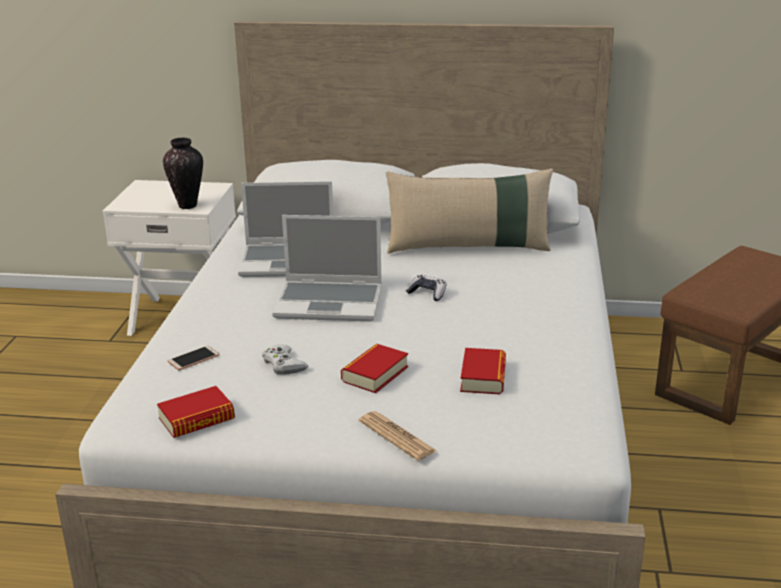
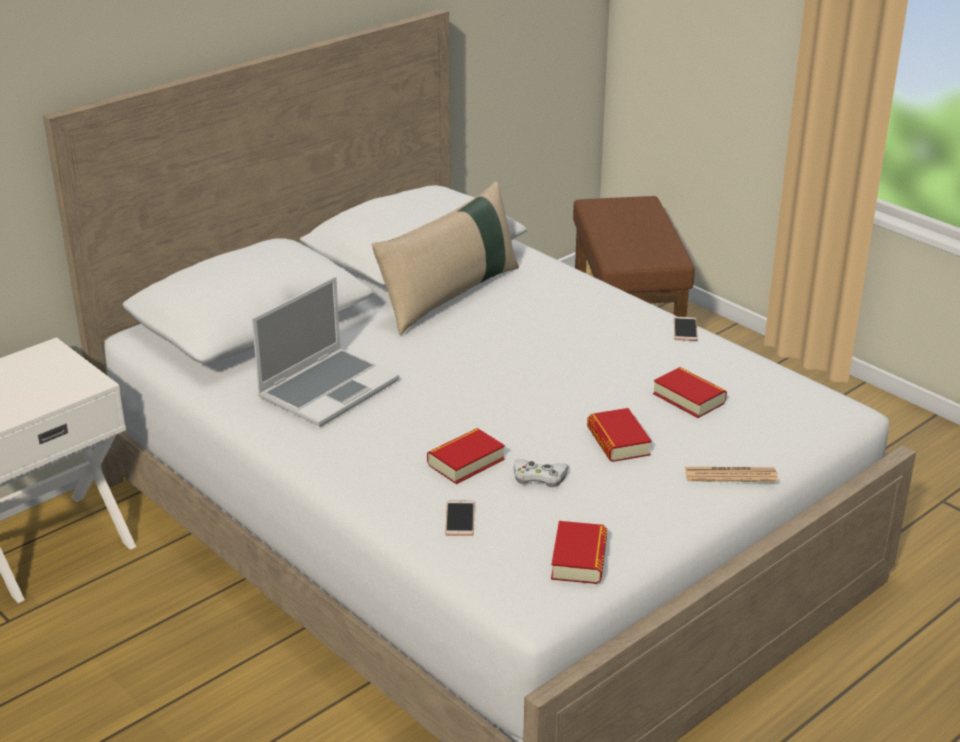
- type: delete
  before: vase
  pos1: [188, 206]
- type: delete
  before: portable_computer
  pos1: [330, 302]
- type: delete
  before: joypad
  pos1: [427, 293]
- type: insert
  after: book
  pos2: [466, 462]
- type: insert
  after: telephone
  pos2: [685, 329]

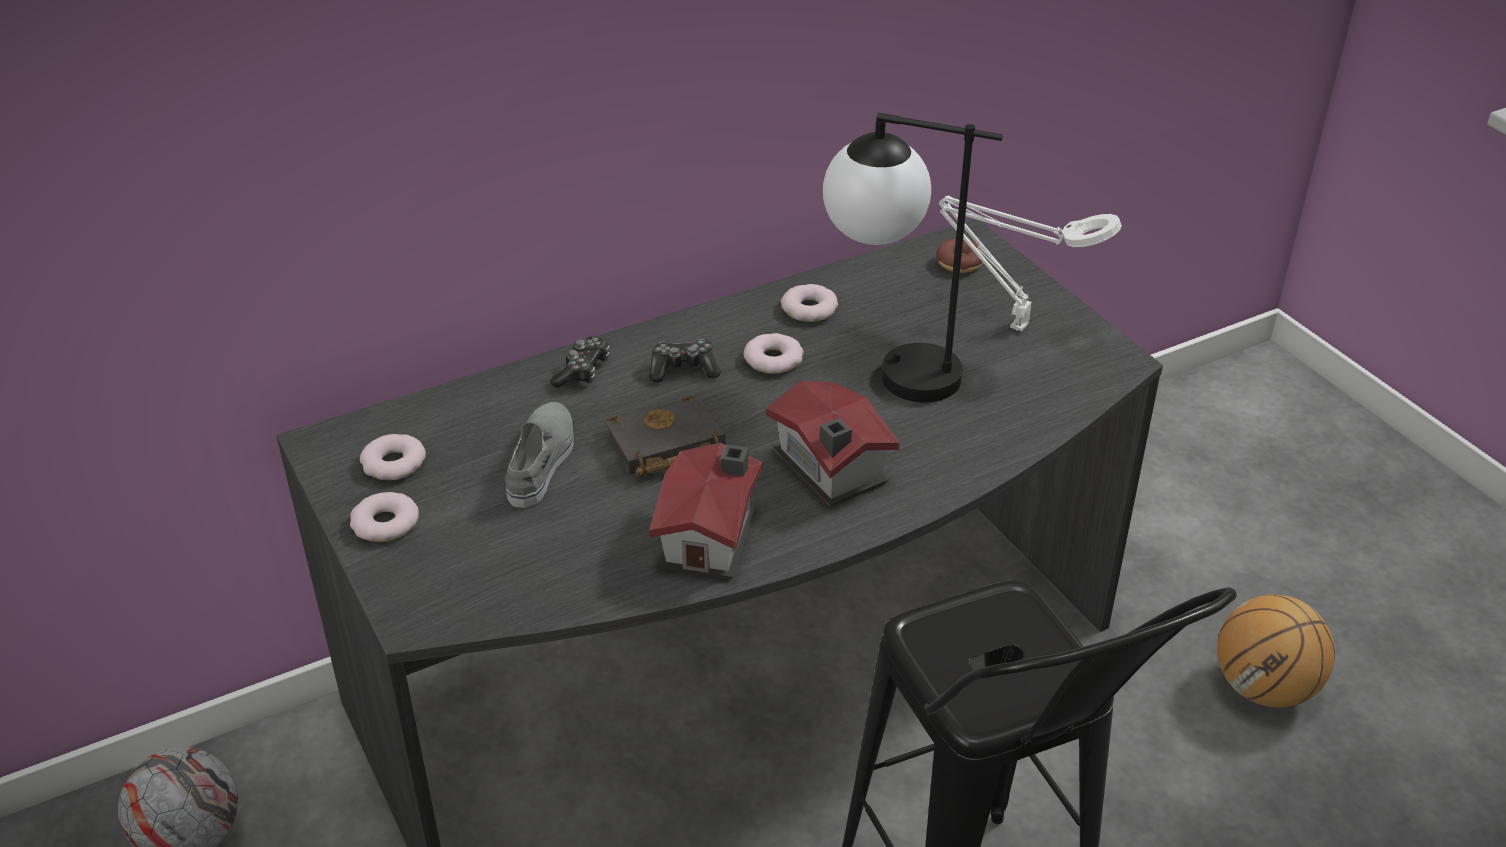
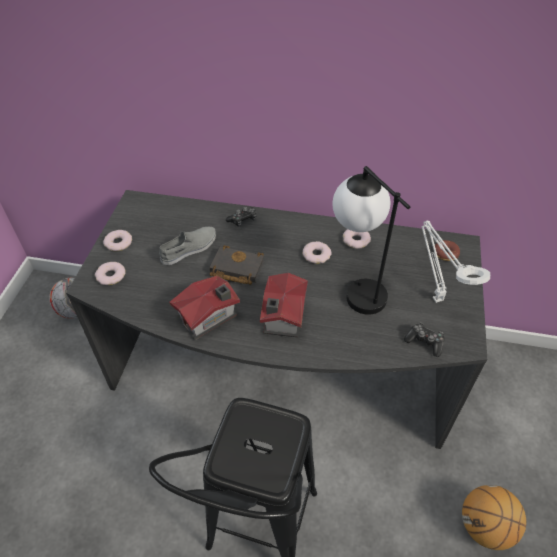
- type: move
  before: ring_doughnut
  pos1: [394, 463]
  pos2: [111, 276]
- type: move
  before: joypad
  pos1: [683, 369]
  pos2: [424, 342]

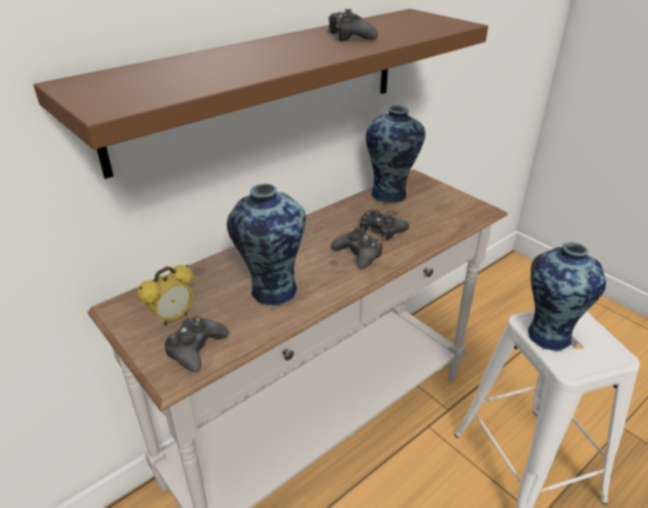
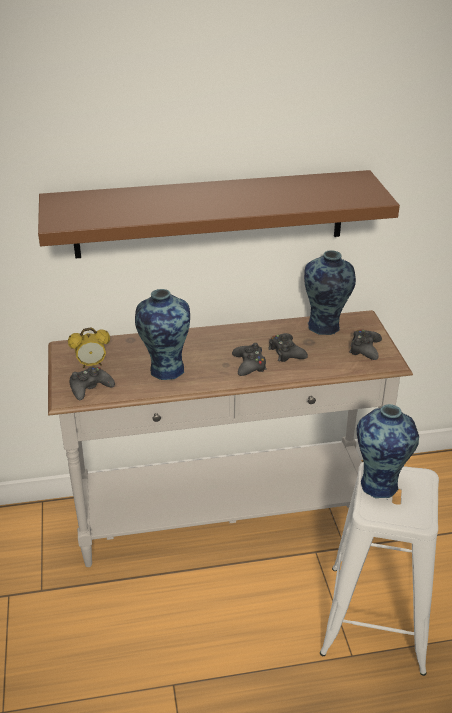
- type: move
  before: black-coloured_joypad
  pos1: [350, 36]
  pos2: [365, 349]

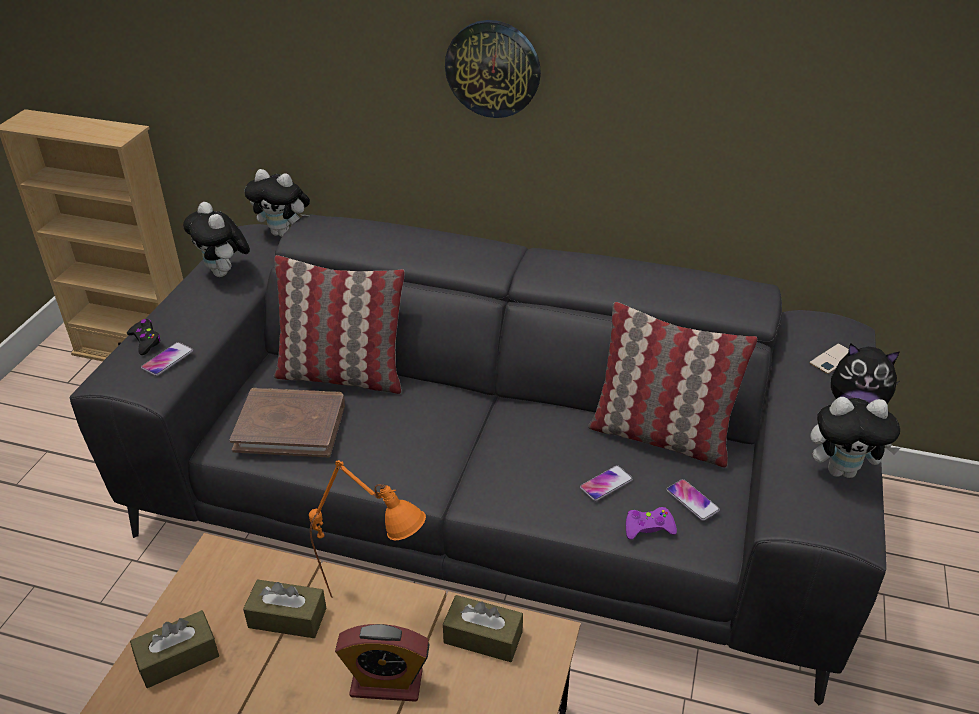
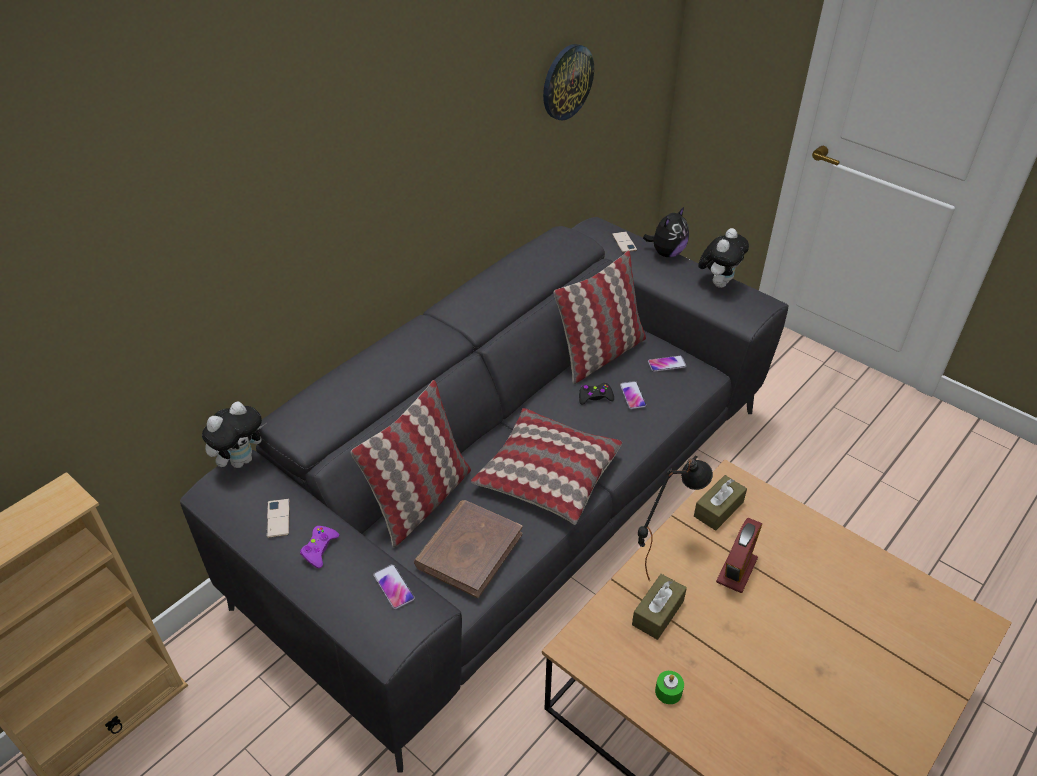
- type: insert
  after: pillow
  pos2: [547, 475]
- type: move
  before: black-coloured_joypad
  pos1: [145, 341]
  pos2: [595, 397]
- type: move
  before: wall_clock
  pos1: [493, 68]
  pos2: [567, 82]
- type: move
  before: purplish_joypad
  pos1: [648, 528]
  pos2: [319, 549]
- type: replace
  before: brownish_tissue_holder
  after: greenish_candle
  pos1: [178, 658]
  pos2: [668, 691]
- type: replace
  before: plush_toy
  after: telephone
  pos1: [224, 273]
  pos2: [278, 518]
- type: recolor
  before: orange_tabletop_lamp
  after: black-coloured_tabletop_lamp
  pos1: [375, 599]
  pos2: [662, 556]

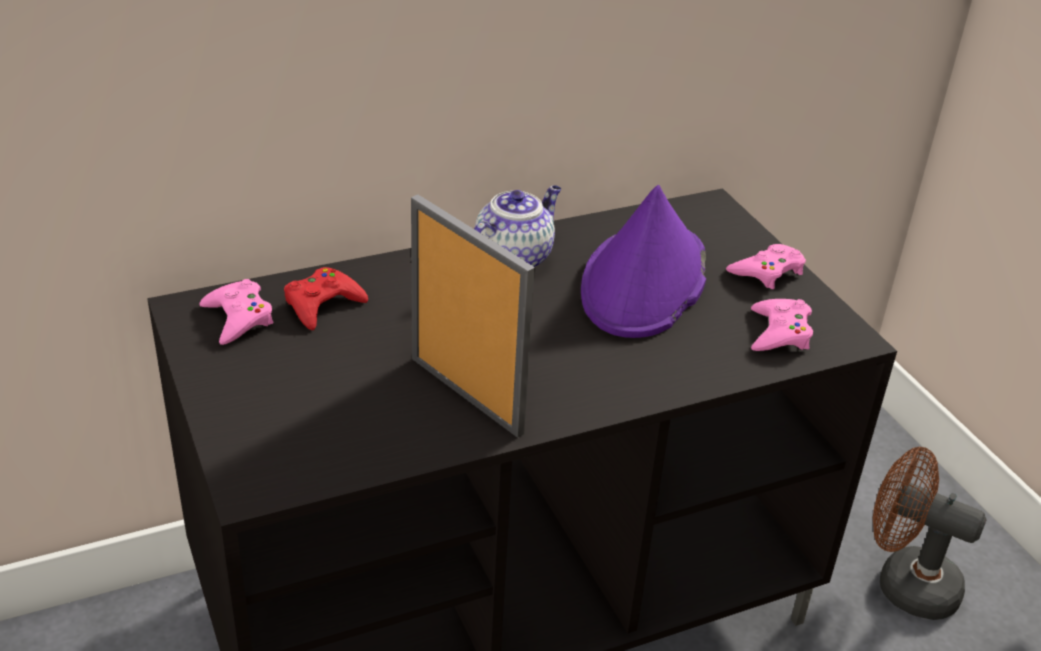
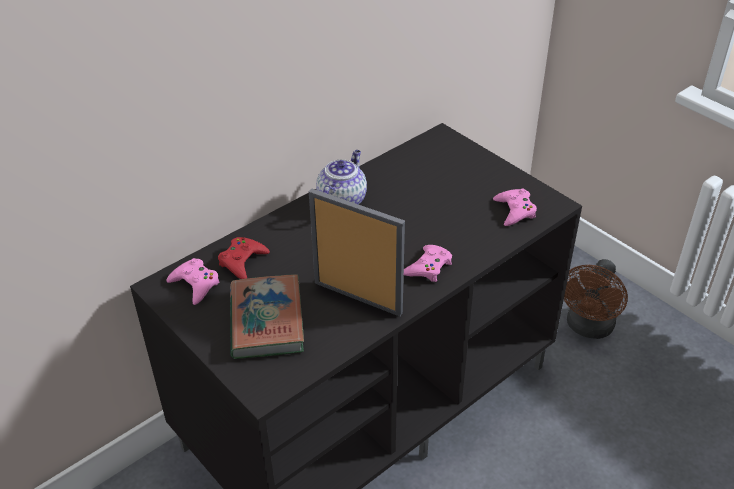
- type: delete
  before: purplish_clothing_hat
  pos1: [644, 282]
- type: insert
  after: book
  pos2: [266, 321]
- type: move
  before: pinkish_joypad
  pos1: [767, 271]
  pos2: [428, 267]
- type: rotate
  before: brownish_fan
  pos1: [904, 583]
  pos2: [588, 328]
  turn: -75

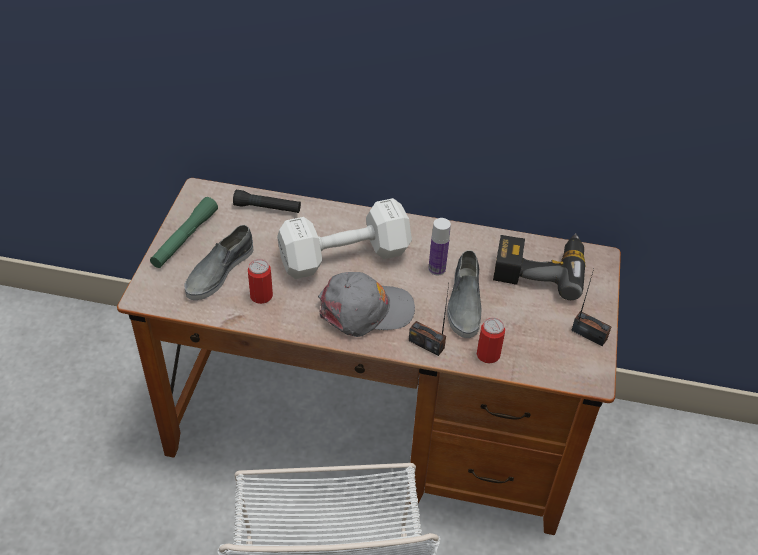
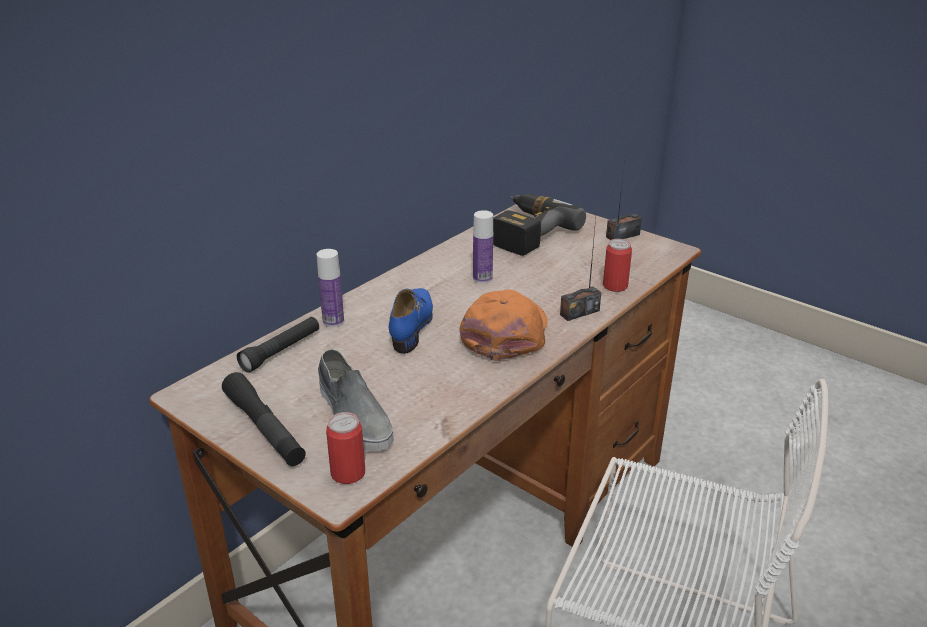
- type: delete
  before: grey_low_shoe
  pos1: [464, 303]
- type: insert
  after: bottle
  pos2: [333, 321]
- type: move
  before: can
  pos1: [261, 296]
  pos2: [348, 473]
- type: replace
  before: white_dumbbell
  after: blue-coloured_low_shoe
  pos1: [341, 256]
  pos2: [412, 325]
- type: recolor
  before: greenish_hand_torch
  after: black-coloured_hand_torch
  pos1: [185, 238]
  pos2: [264, 428]
- type: recolor
  before: grey_cap
  after: orange_cap
  pos1: [365, 310]
  pos2: [506, 333]

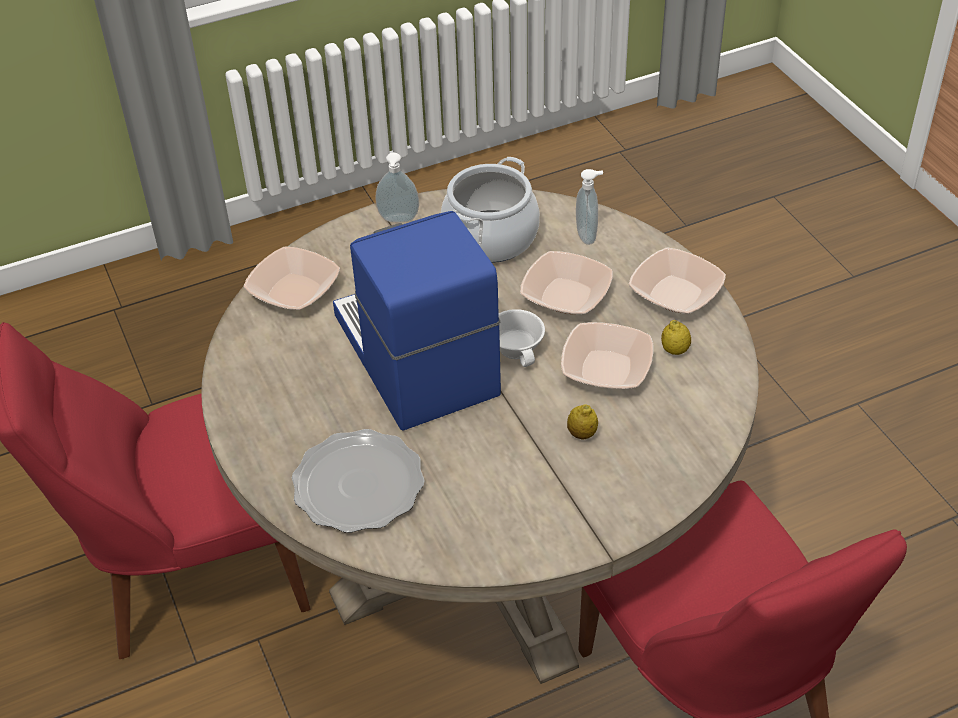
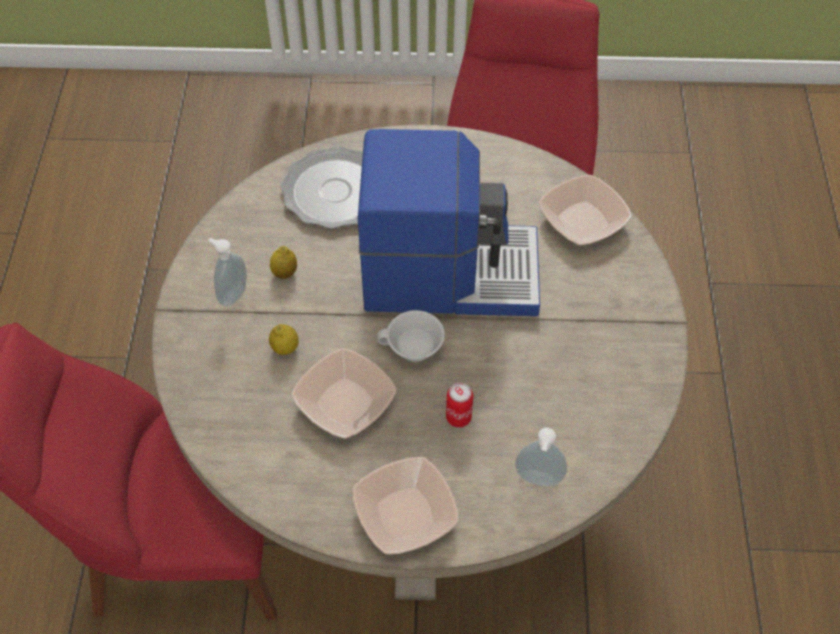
- type: delete
  before: saucepot
  pos1: [490, 237]
- type: move
  before: liquid_soap_bottle
  pos1: [398, 220]
  pos2: [232, 294]
- type: move
  before: citrus_fruit
  pos1: [675, 350]
  pos2: [285, 273]
- type: replace
  before: bowl
  after: can
  pos1: [566, 296]
  pos2: [458, 417]

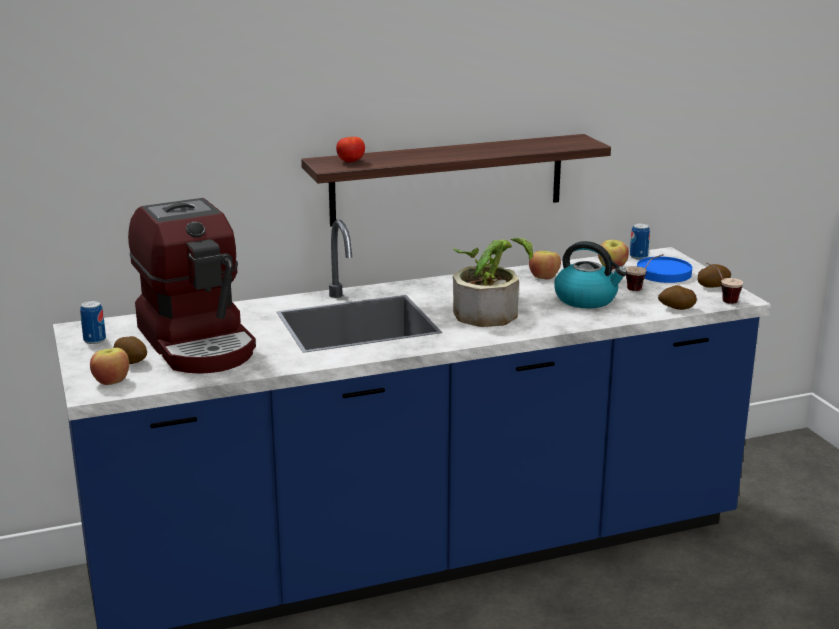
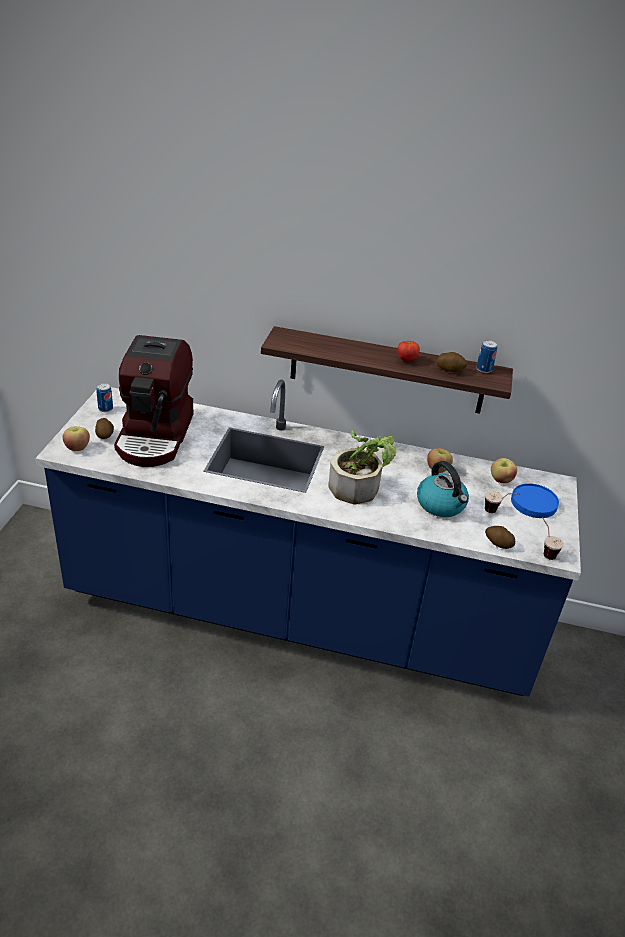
- type: move
  before: whole_tomato
  pos1: [351, 162]
  pos2: [406, 360]
- type: move
  before: can
  pos1: [638, 256]
  pos2: [484, 369]
- type: move
  before: potato
  pos1: [713, 286]
  pos2: [450, 369]

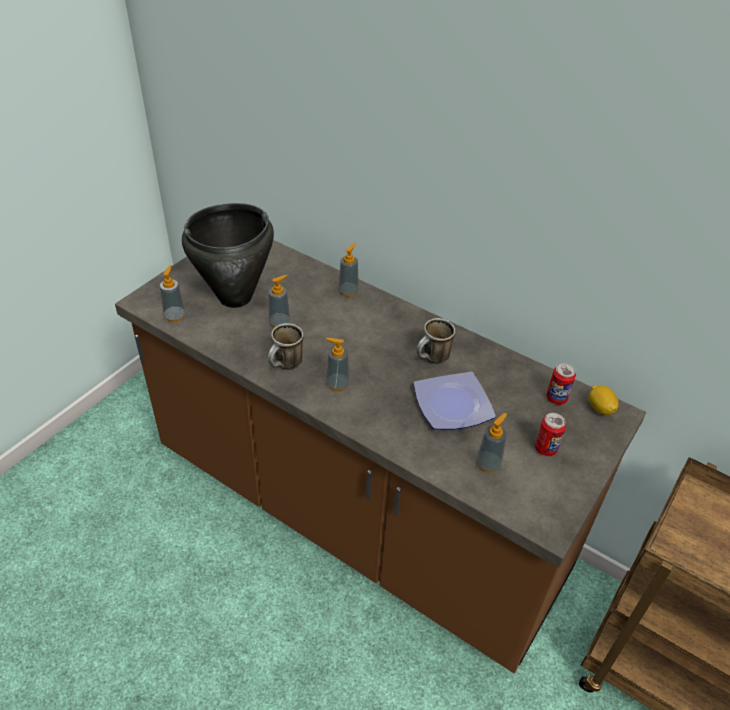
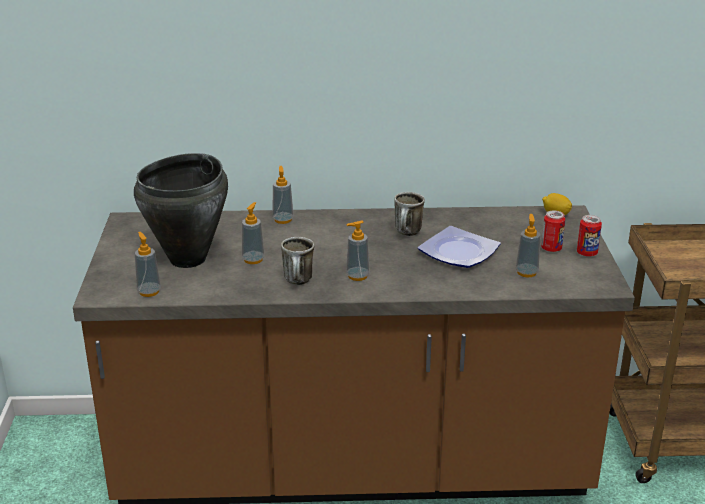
- type: move
  before: can
  pos1: [556, 398]
  pos2: [586, 253]

